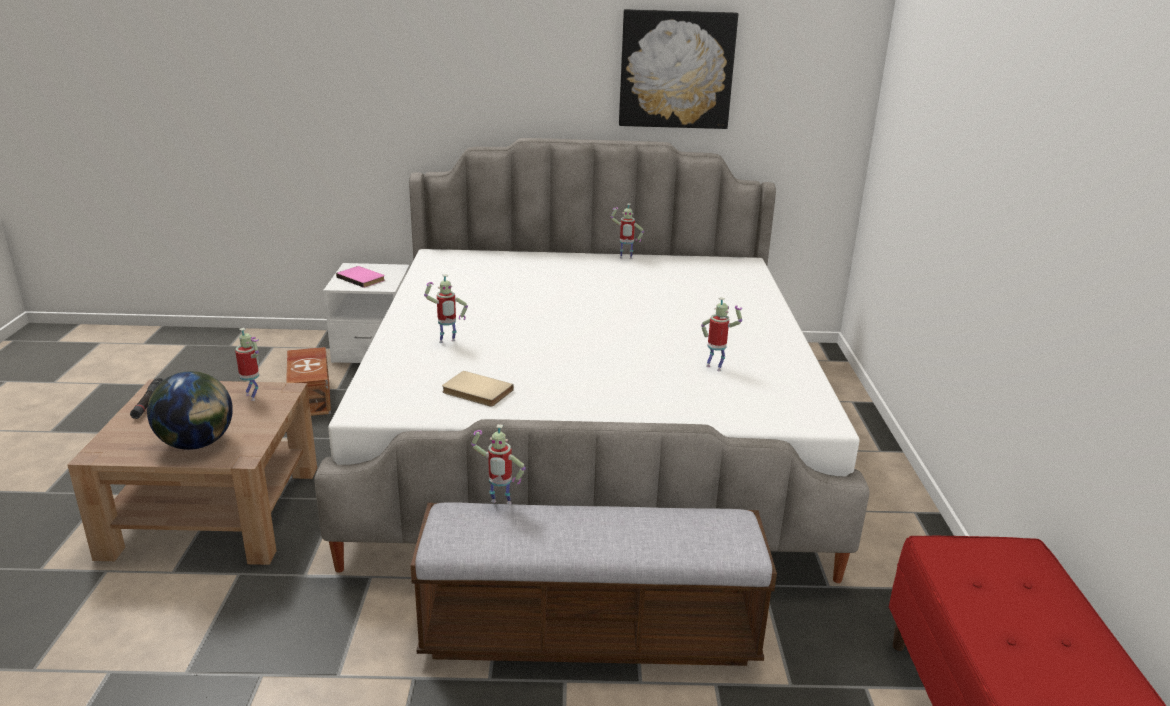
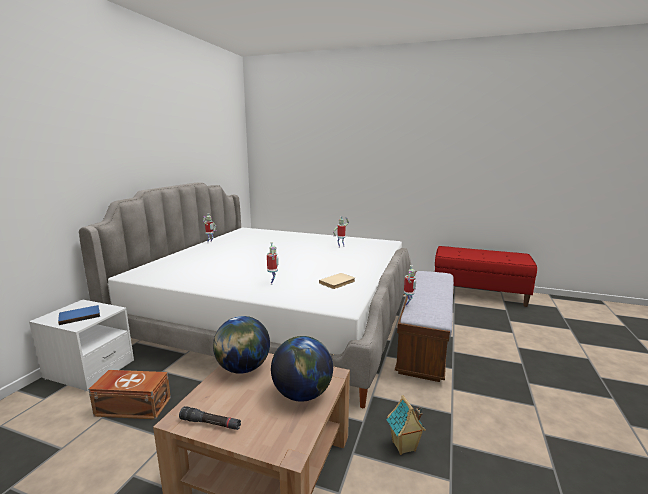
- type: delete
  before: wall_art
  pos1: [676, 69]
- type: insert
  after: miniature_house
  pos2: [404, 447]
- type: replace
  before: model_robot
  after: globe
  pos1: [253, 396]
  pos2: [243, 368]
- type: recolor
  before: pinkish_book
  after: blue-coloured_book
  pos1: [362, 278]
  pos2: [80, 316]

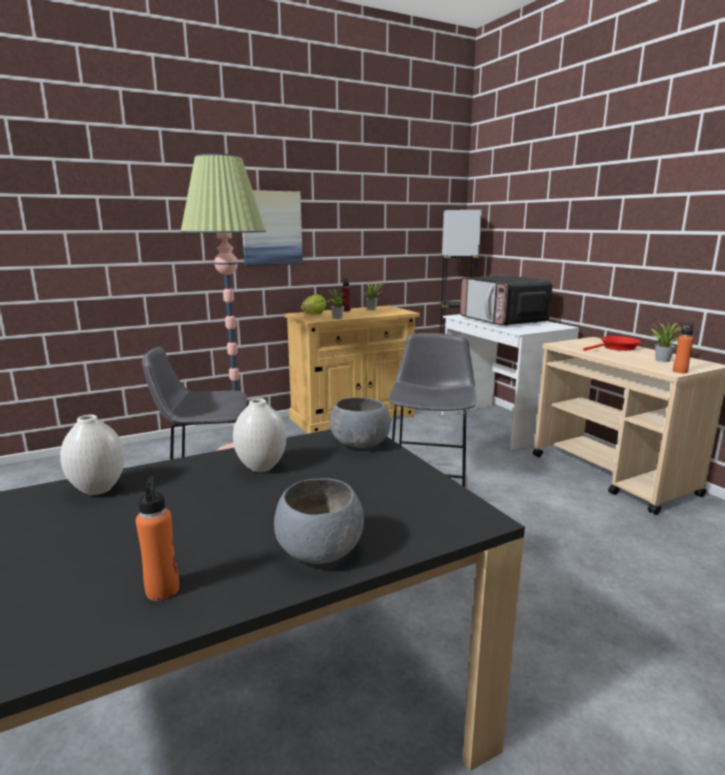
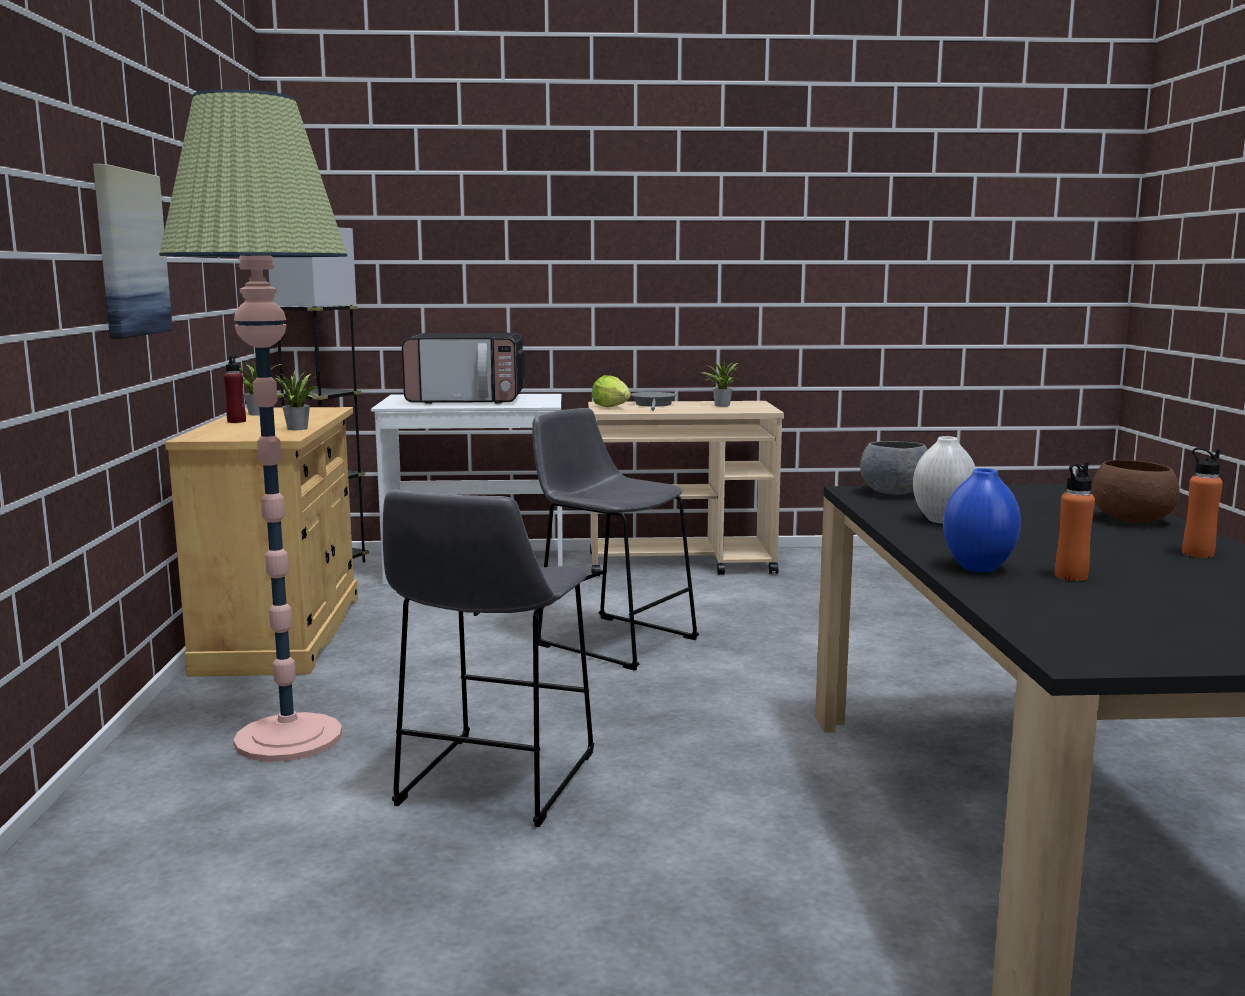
- type: move
  before: lettuce
  pos1: [314, 314]
  pos2: [611, 407]
- type: move
  before: orange_bottle
  pos1: [680, 371]
  pos2: [1070, 576]
- type: recolor
  before: white_vase
  after: blue-coloured_vase
  pos1: [97, 489]
  pos2: [978, 568]
- type: recolor
  before: grey_bowl
  after: brownish_bowl
  pos1: [319, 552]
  pos2: [1133, 520]
- type: recolor
  before: red_pan
  after: grey_pan
  pos1: [617, 348]
  pos2: [654, 405]

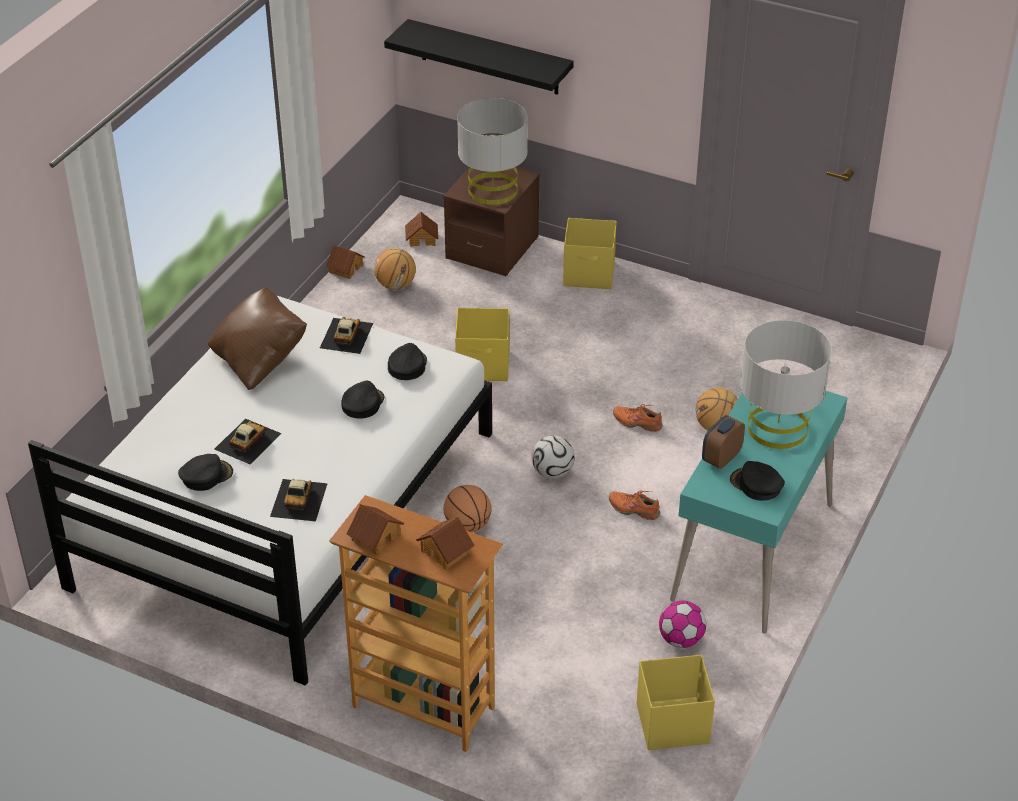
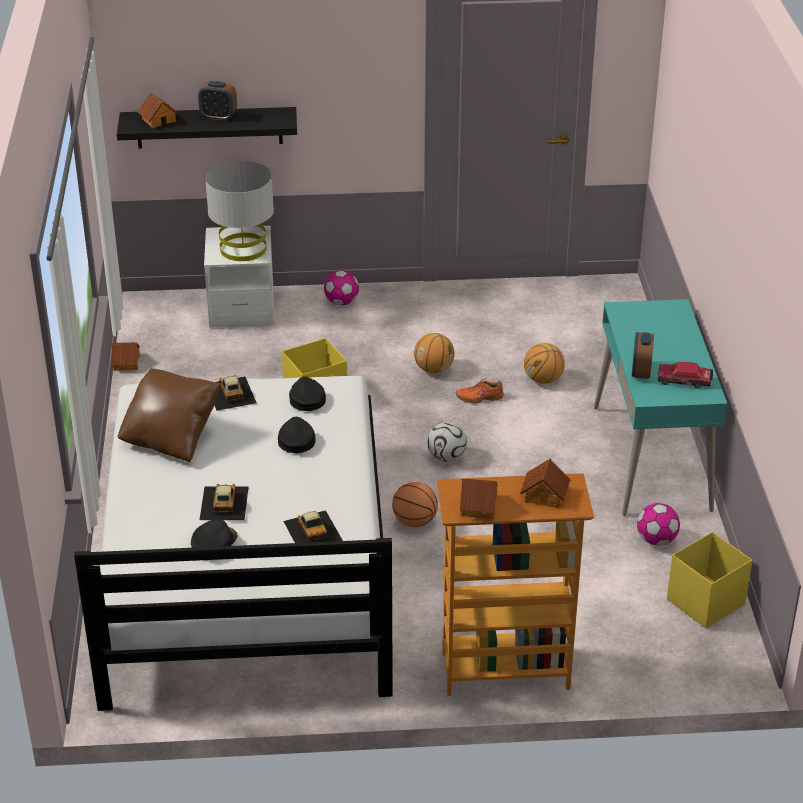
- type: delete
  before: orange_low_shoe
  pos1: [634, 509]
- type: delete
  before: grey_tabletop_lamp
  pos1: [777, 428]
- type: insert
  after: table_clock
  pos2: [218, 117]
- type: move
  before: basketball
  pos1: [396, 285]
  pos2: [434, 369]
- type: move
  before: miniature_house
  pos1: [422, 238]
  pos2: [158, 120]
- type: replace
  before: yellow_storage_box
  after: football_ball
  pos1: [589, 274]
  pos2: [341, 302]
- type: replace
  before: black-coloured_cap
  after: model_car
  pos1: [756, 485]
  pos2: [684, 380]
- type: recolor
  before: brownish_night_table
  after: white_night_table
  pos1: [492, 248]
  pos2: [242, 308]

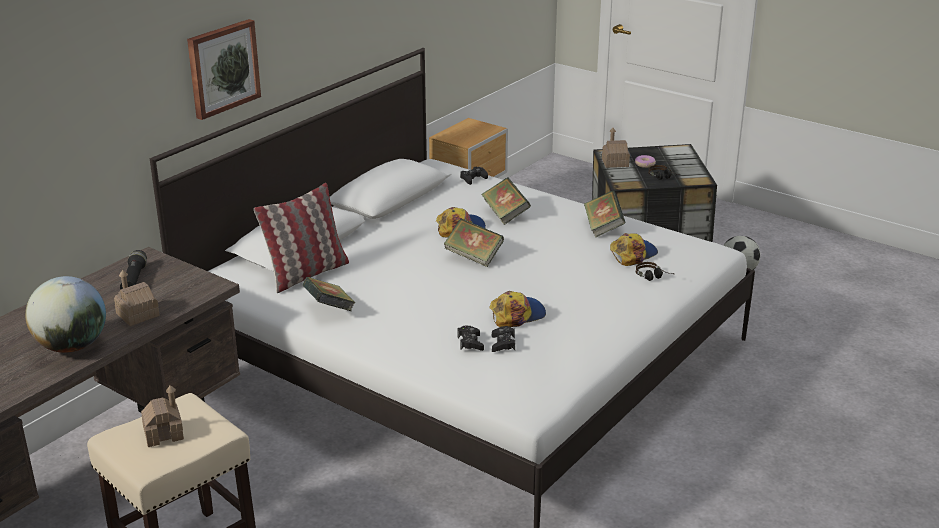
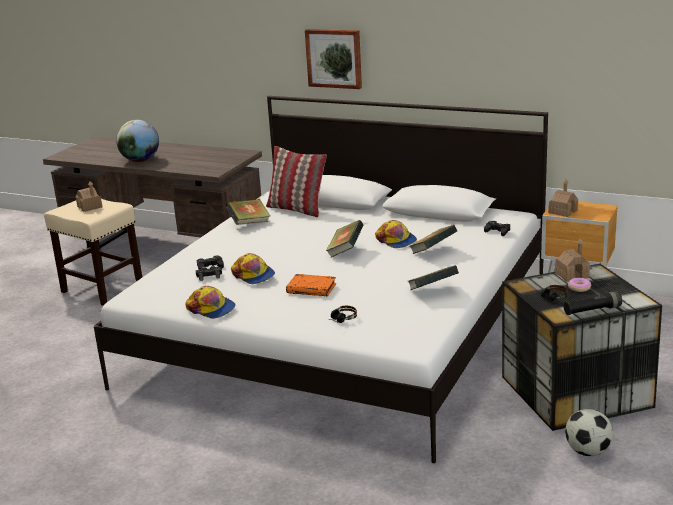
- type: insert
  after: orange_book
  pos2: [312, 289]
- type: move
  before: miniature_house
  pos1: [137, 315]
  pos2: [563, 211]
- type: move
  before: black-coloured_hand_torch
  pos1: [134, 280]
  pos2: [592, 310]
- type: move
  before: cap
  pos1: [632, 254]
  pos2: [211, 309]

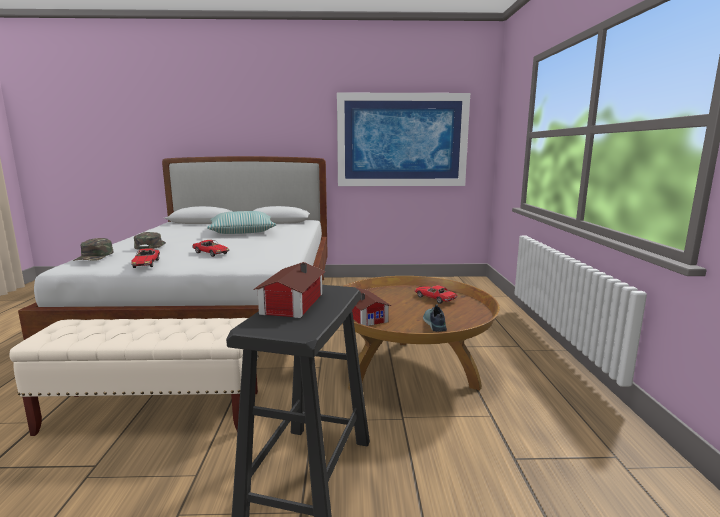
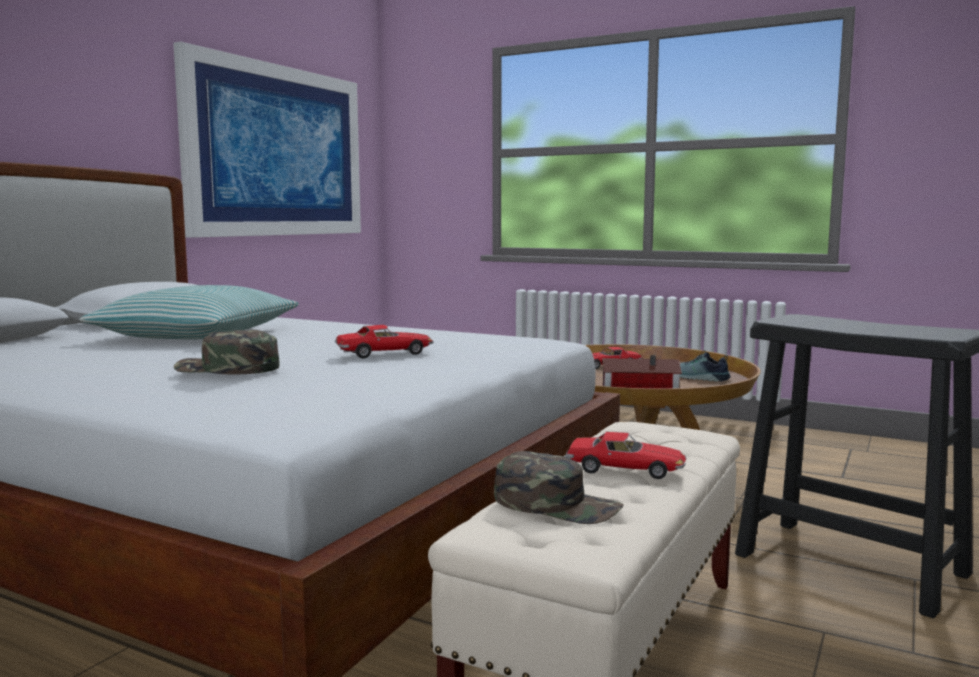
- type: delete
  before: miniature_house
  pos1: [290, 304]
- type: move
  before: greenish_cap
  pos1: [94, 256]
  pos2: [557, 504]
- type: move
  before: model_car
  pos1: [146, 264]
  pos2: [625, 469]

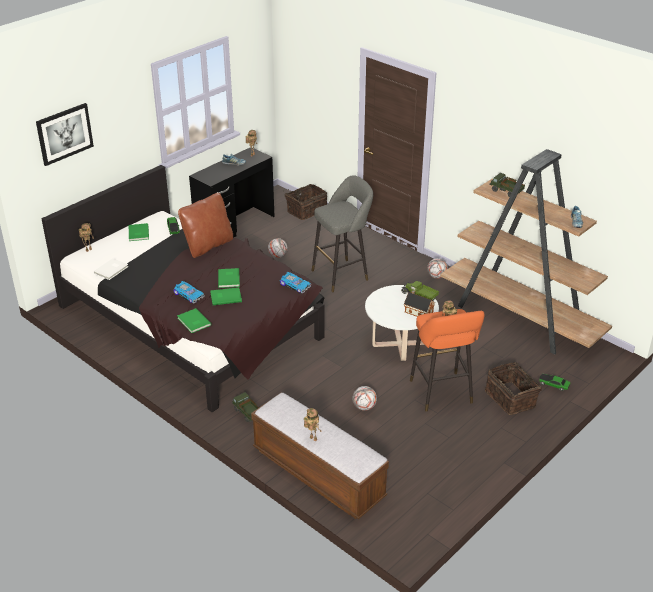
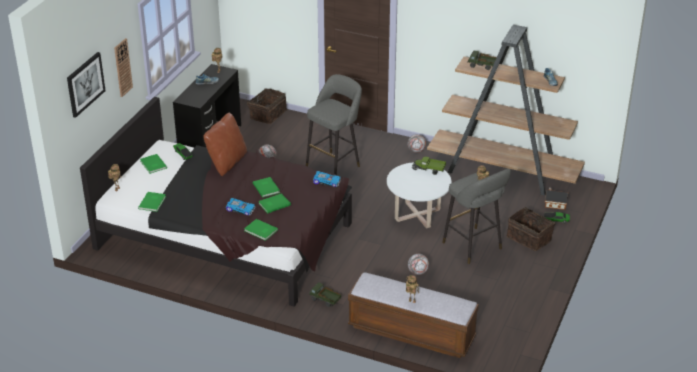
- type: insert
  after: wall_clock
  pos2: [123, 67]
- type: move
  before: miniature_house
  pos1: [418, 311]
  pos2: [554, 204]
- type: recolor
  before: white_book
  after: greenish_book
  pos1: [112, 270]
  pos2: [153, 202]
- type: recolor
  before: orange_sitting_stool
  after: grey_sitting_stool
  pos1: [442, 394]
  pos2: [474, 247]

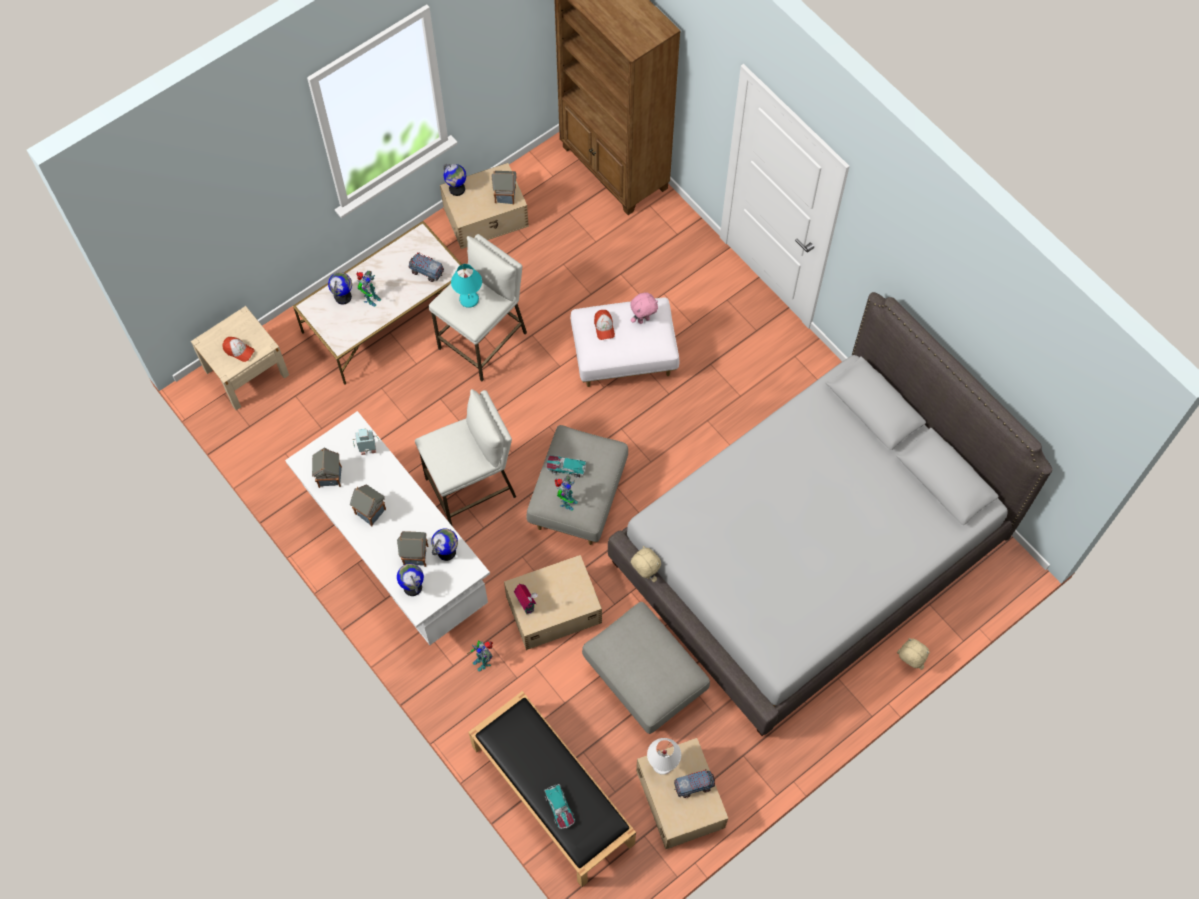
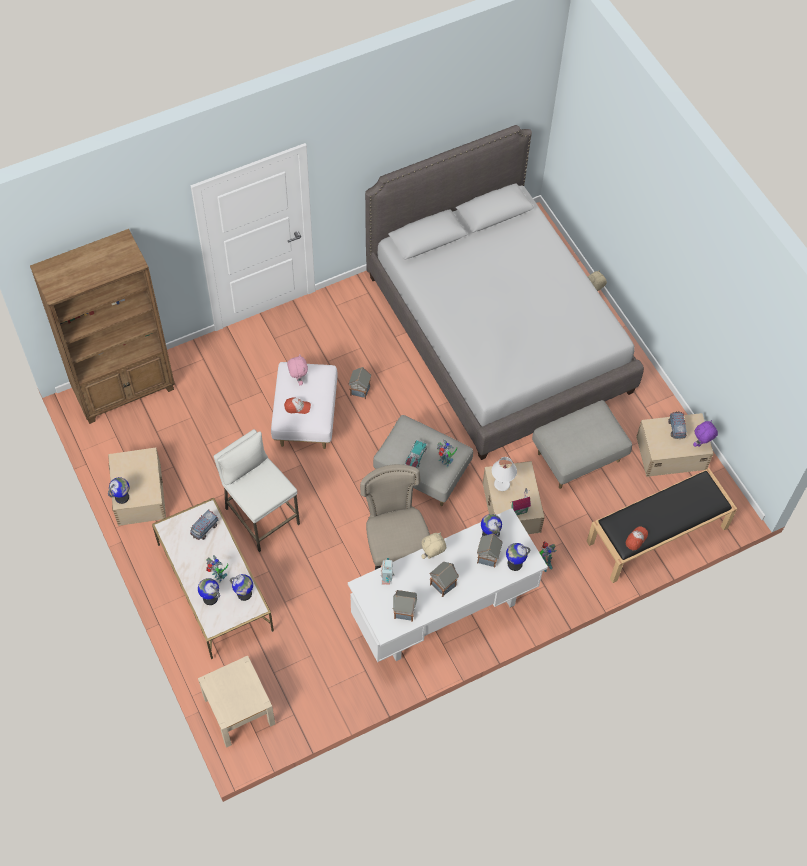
- type: delete
  before: turquoise-coloured_tabletop_lamp
  pos1: [468, 299]
- type: delete
  before: model_car
  pos1: [560, 808]
- type: insert
  after: globe
  pos2: [244, 594]
- type: insert
  after: purplish_plush_toy
  pos2: [701, 444]
- type: move
  before: cap
  pos1: [239, 351]
  pos2: [636, 539]
- type: move
  before: miniature_house
  pos1: [506, 195]
  pos2: [360, 390]
- type: move
  before: sand-coloured_plush_toy
  pos1: [644, 573]
  pos2: [432, 556]
- type: move
  before: white_tabletop_lamp
  pos1: [663, 764]
  pos2: [502, 484]
- type: replace
  before: white_sitting_stool
  after: sand-coloured_chair
  pos1: [471, 488]
  pos2: [395, 547]

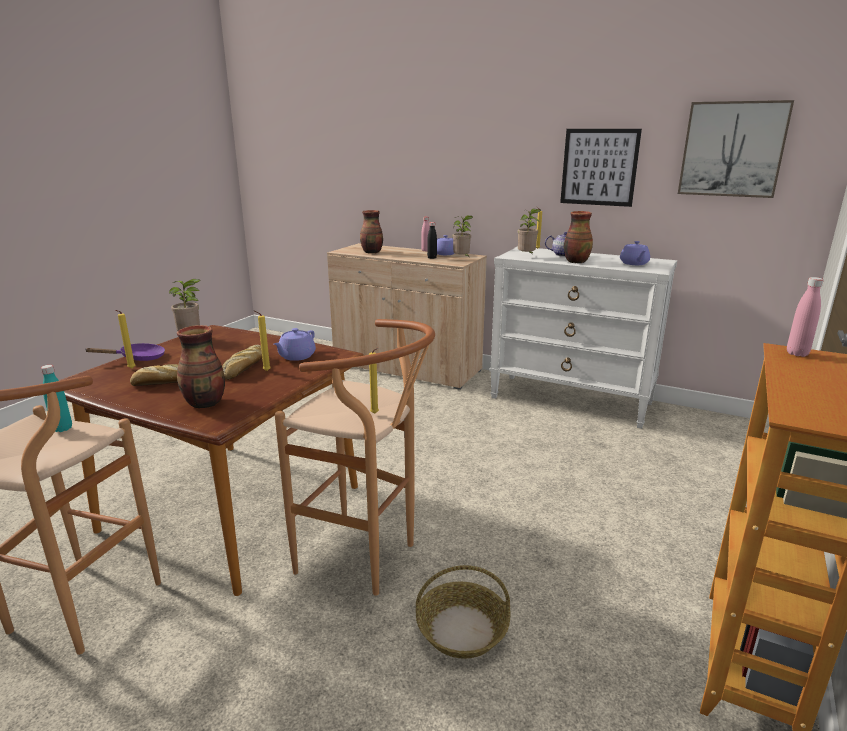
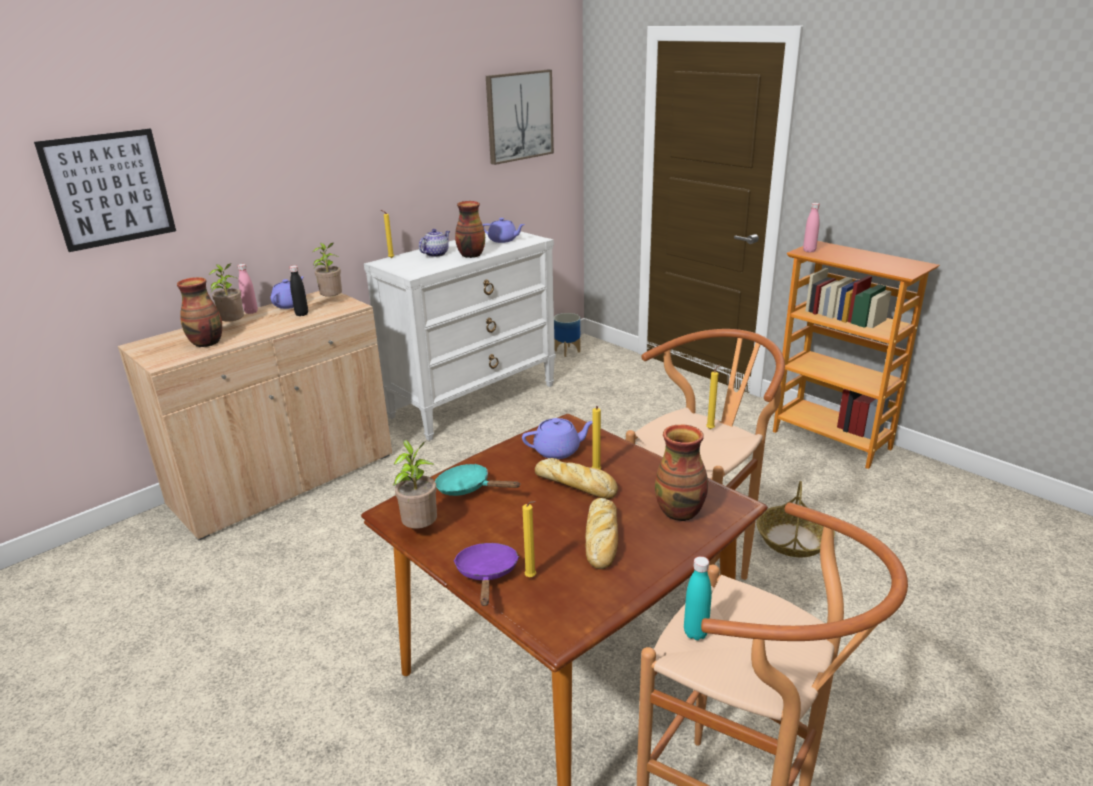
- type: insert
  after: turquoise-coloured_pan
  pos2: [468, 488]
- type: insert
  after: flower_pot
  pos2: [566, 351]
- type: move
  before: houseplant
  pos1: [527, 257]
  pos2: [233, 326]
- type: move
  before: wall_art
  pos1: [599, 167]
  pos2: [109, 189]
- type: rotate
  before: purplish_tea_pot
  pos1: [296, 356]
  pos2: [558, 451]
  turn: -60

